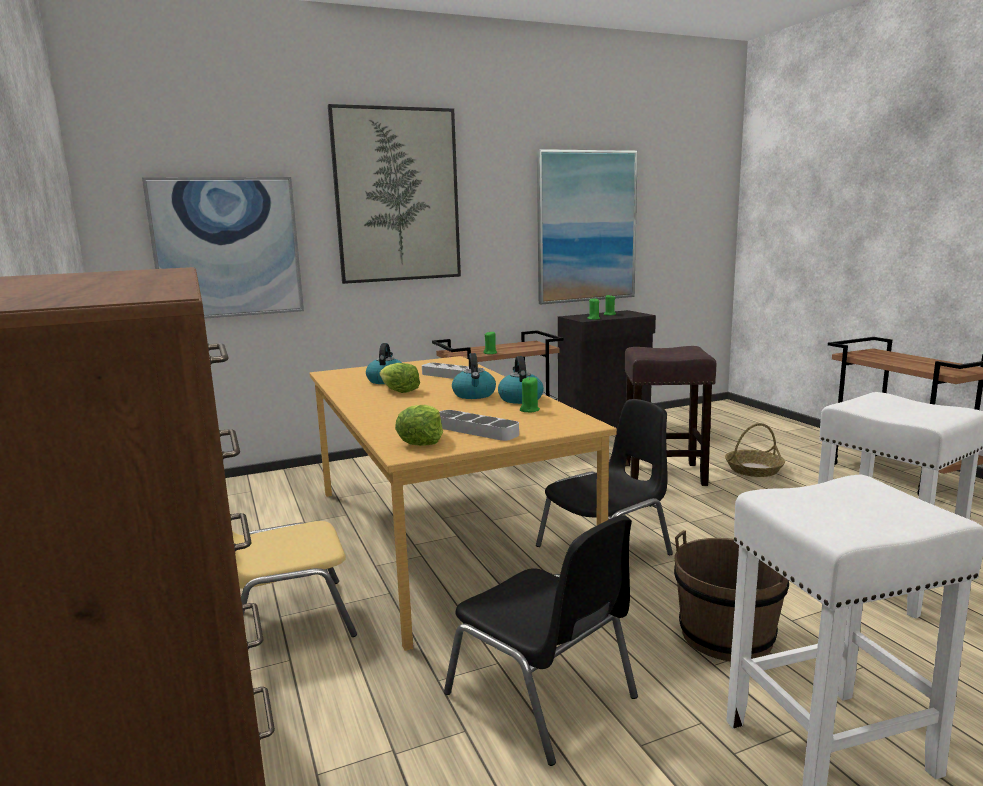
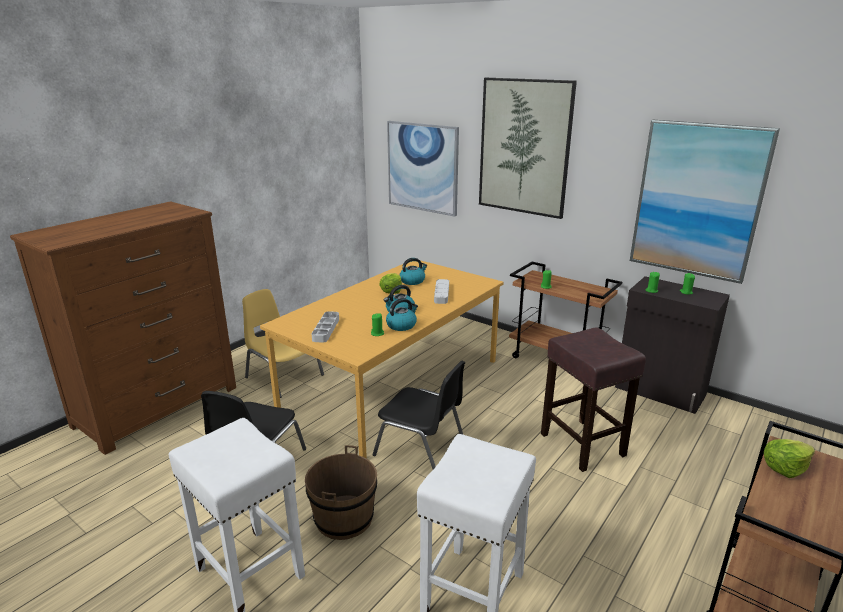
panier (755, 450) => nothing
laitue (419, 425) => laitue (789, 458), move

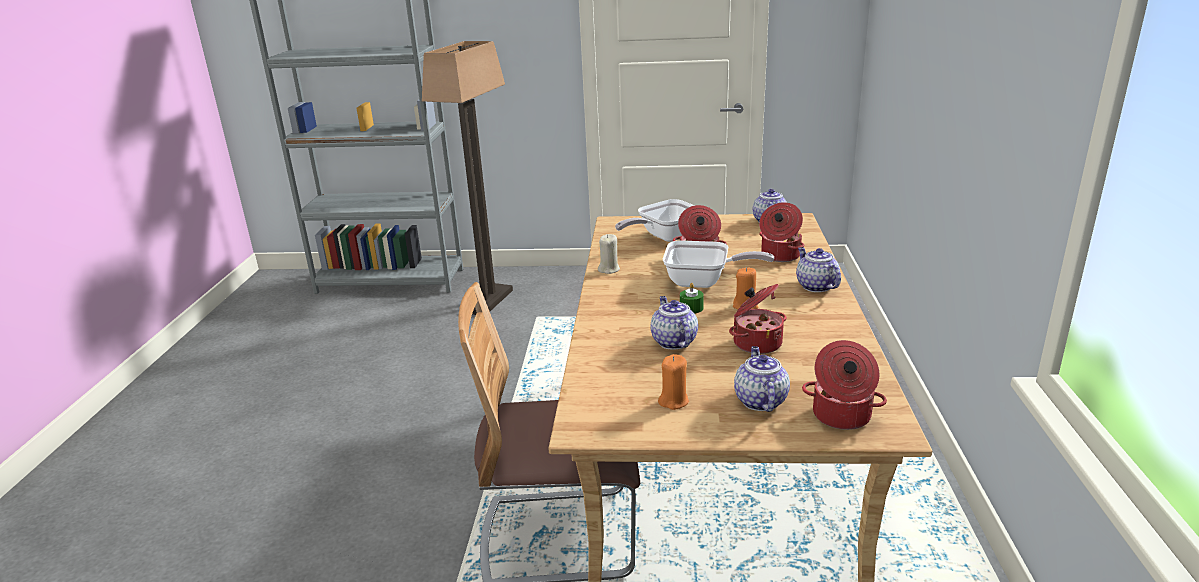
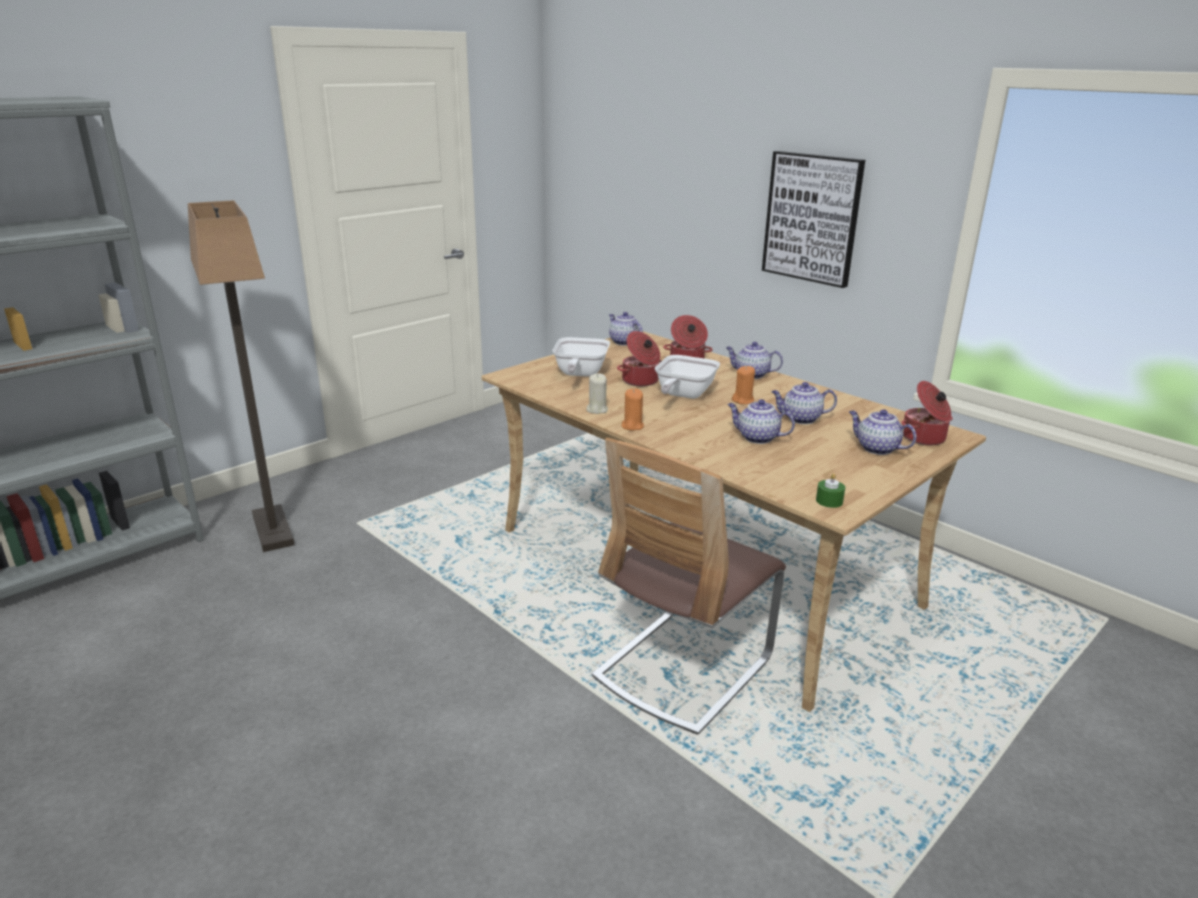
nothing => tableau (813, 219)
bougie [orange] (673, 382) => bougie [orange] (632, 409), move
bougie [vert] (692, 298) => bougie [vert] (830, 490), move
marmite (758, 319) => théière (804, 403)
poêle (718, 264) => poêle (687, 377), 150 degrees clockwise

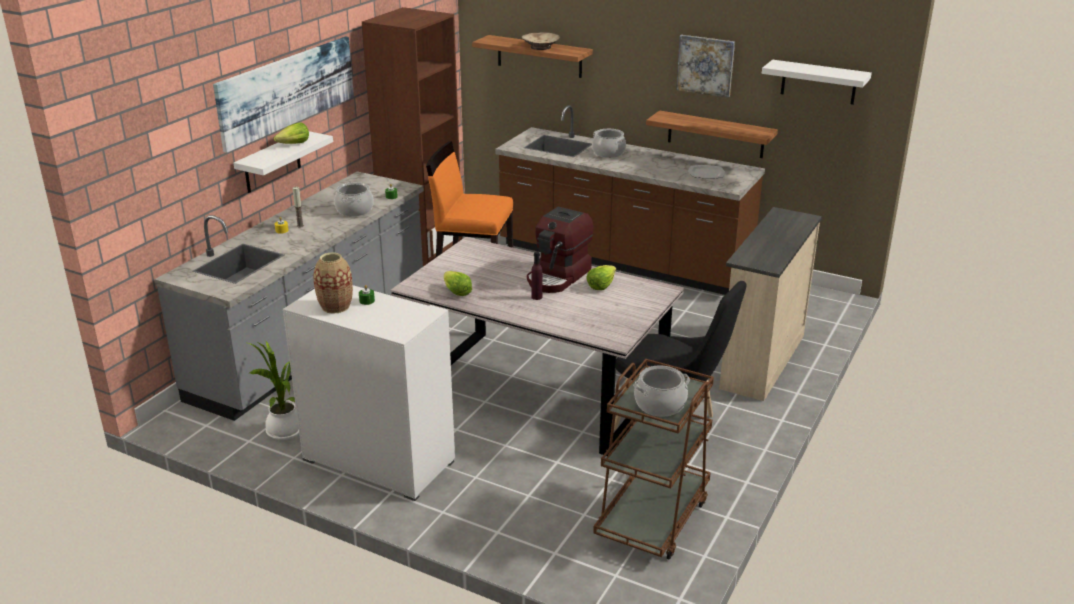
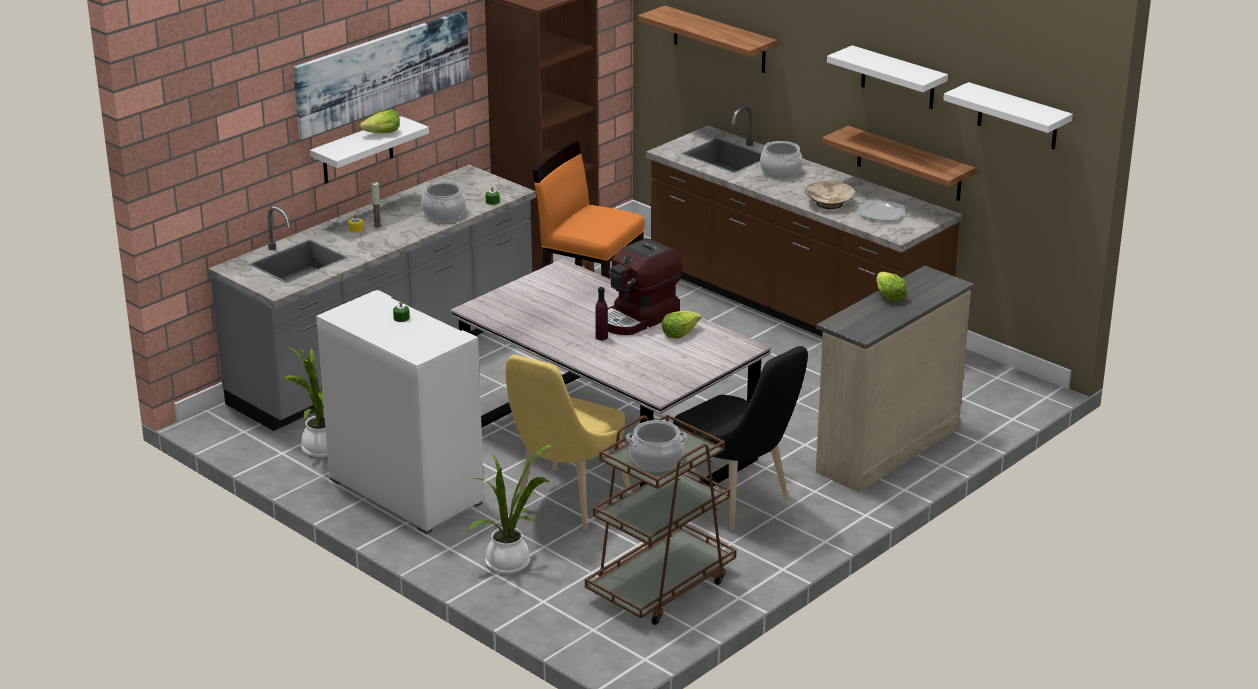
vase (333, 283) => nothing
nothing => plante en pot (510, 509)
nothing => chaise [jaune] (569, 442)
laitue (458, 283) => laitue (892, 286), move
bol [beige] (541, 41) => bol [beige] (830, 195), move
tableau (705, 66) => étagère [blanc] (887, 77)

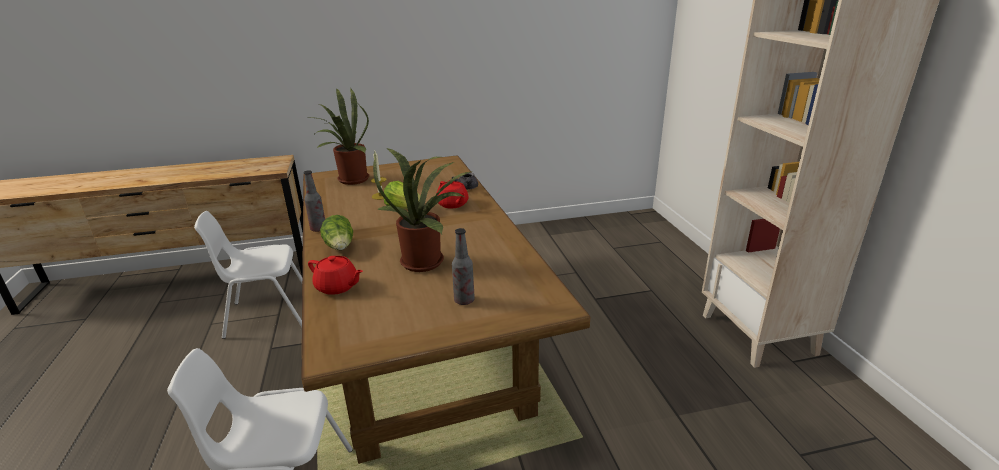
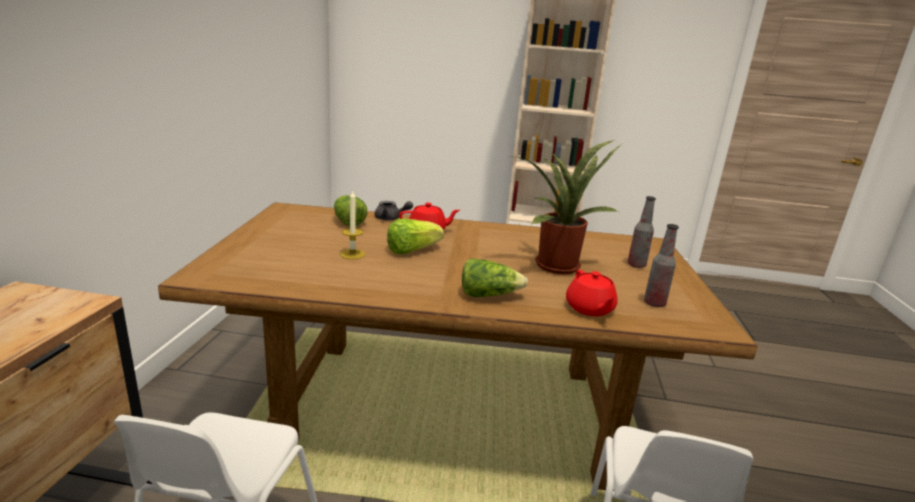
plante en pot (342, 136) => nothing
nothing => laitue (350, 210)
bouteille (314, 201) => bouteille (661, 265), move
théière [rouge] (335, 275) => théière [rouge] (592, 293), 120 degrees clockwise

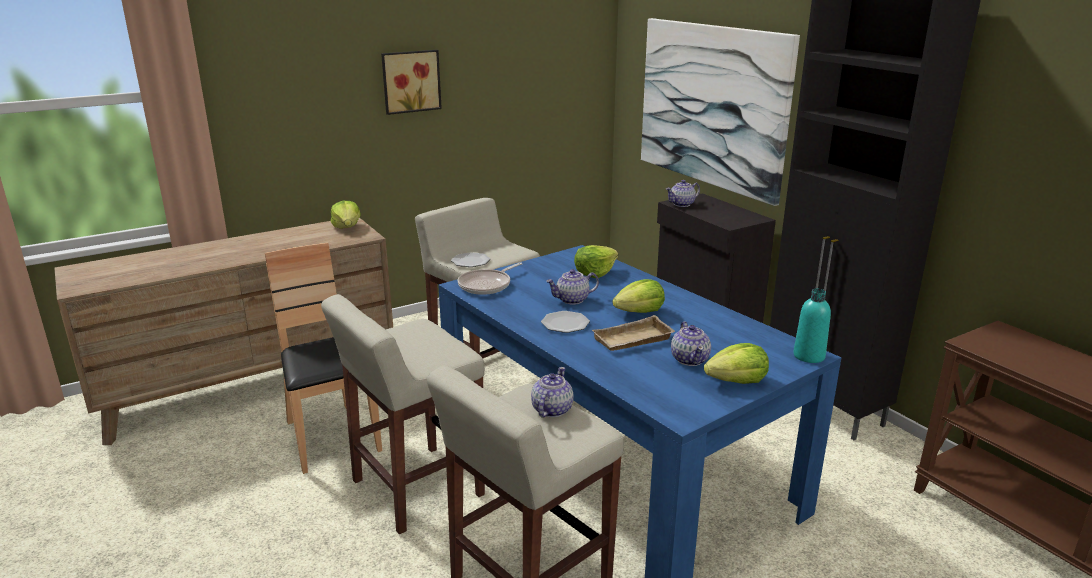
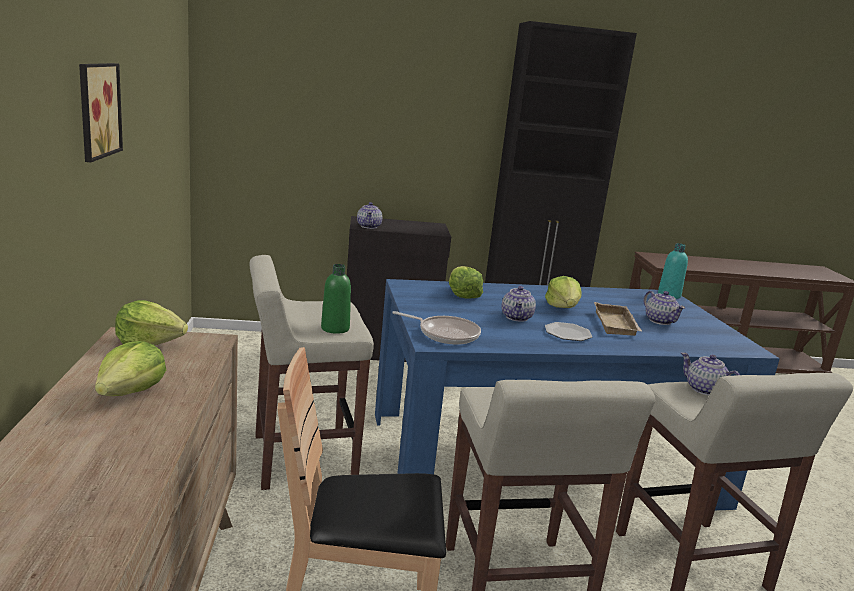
tableau (720, 112) => nothing
laitue (736, 363) => laitue (130, 368), move
assiette (470, 259) => bouteille [vert] (336, 299)
poêle (490, 278) => poêle (436, 328), 45 degrees counterclockwise
théière (691, 343) => théière (664, 308), 45 degrees clockwise

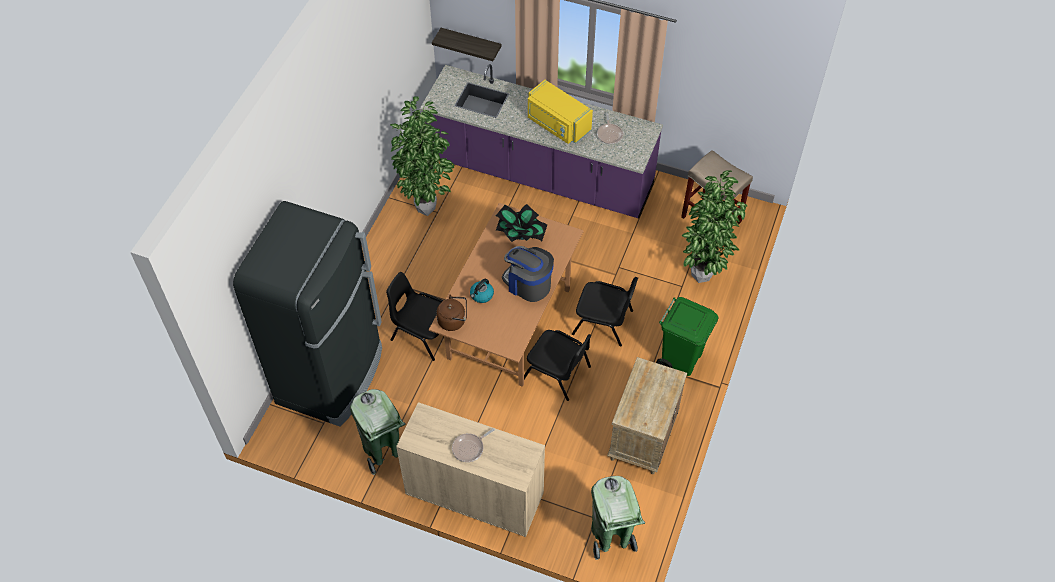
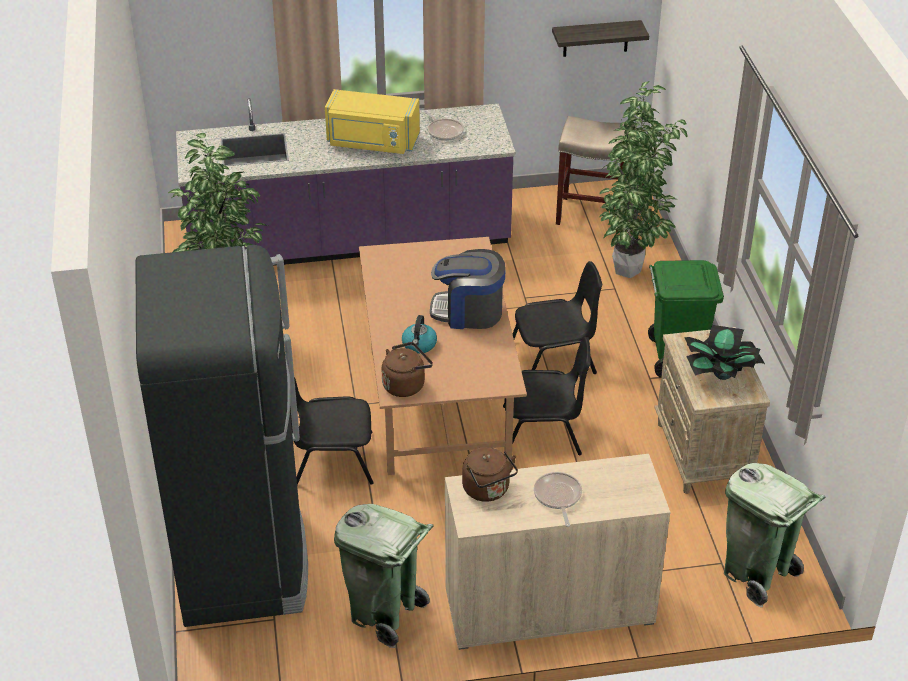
nothing => bouilloire [marron] (490, 474)
étagère (466, 44) => étagère (600, 38), move
plante en pot (521, 223) => plante en pot (725, 352), move
poêle (473, 445) => poêle (558, 499), 150 degrees clockwise

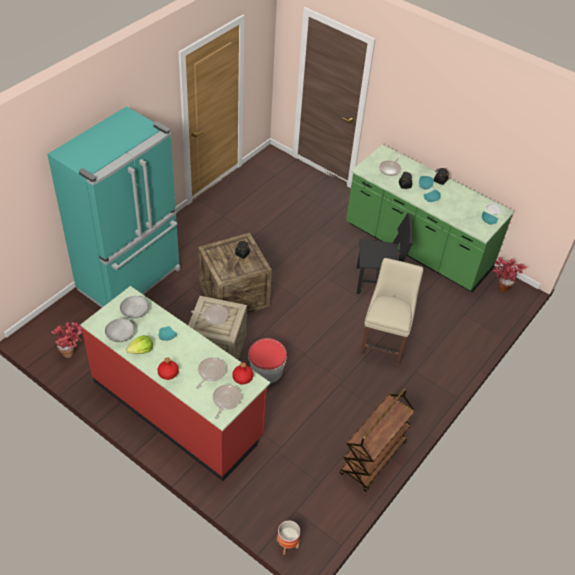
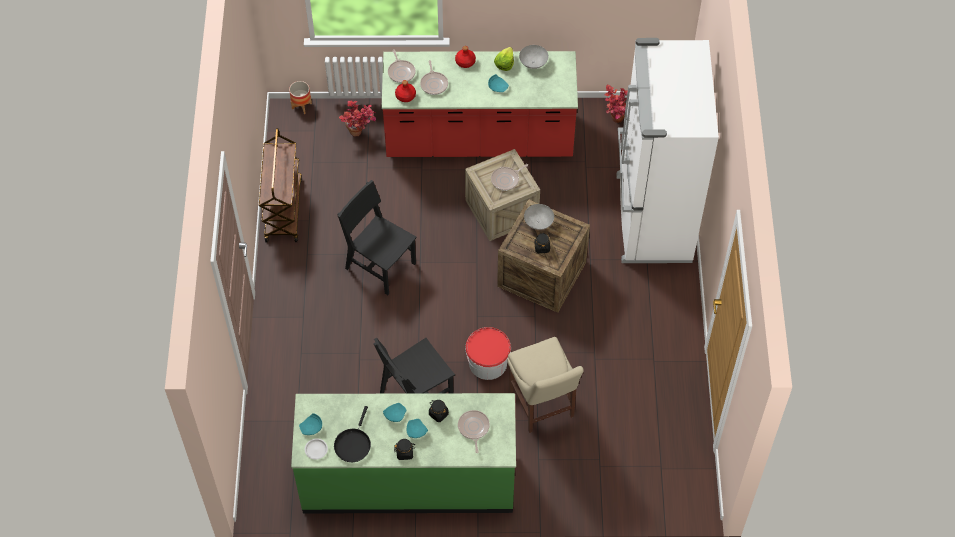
nothing => poêle [noir] (352, 434)
nothing => chaise [noir] (377, 237)
bol [gris] (134, 307) => bol [gris] (539, 217), move
seau (267, 360) => seau (488, 353), move
chaise [beige] (391, 311) => chaise [beige] (545, 385), move
plante en pot (510, 275) => plante en pot (357, 119), move
réfrigérateur [turquoise] (113, 207) => réfrigérateur [blanc] (667, 150)

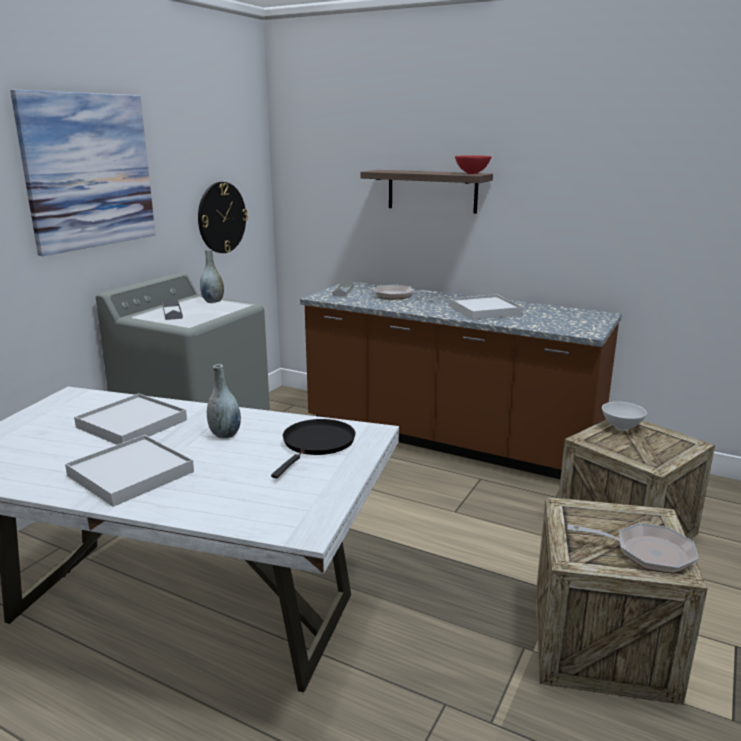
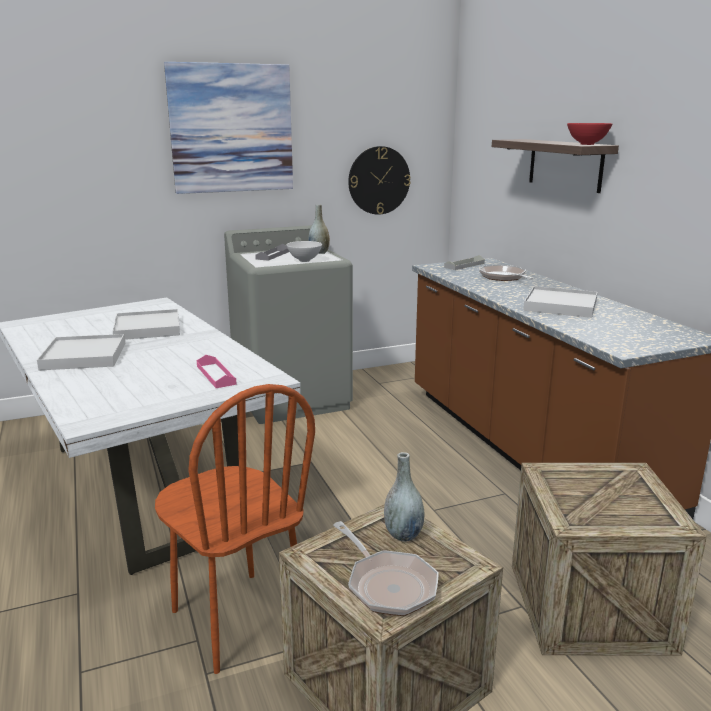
nothing => chaise [marron] (235, 529)
vase [gris] (224, 401) => vase [gris] (404, 497), move
bol [blanc] (624, 416) => bol [blanc] (304, 251), move
poêle [noir] (313, 449) => plateau [rose] (217, 371)

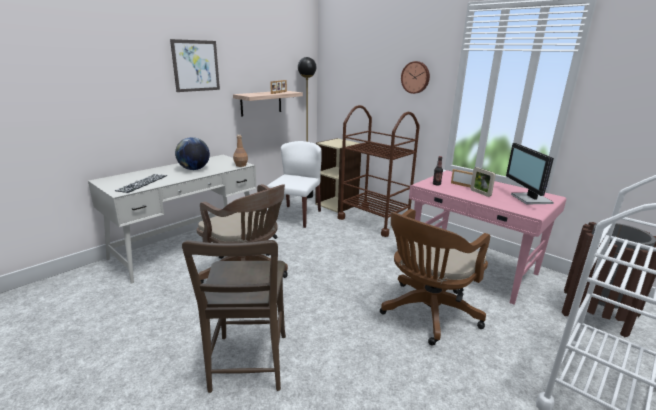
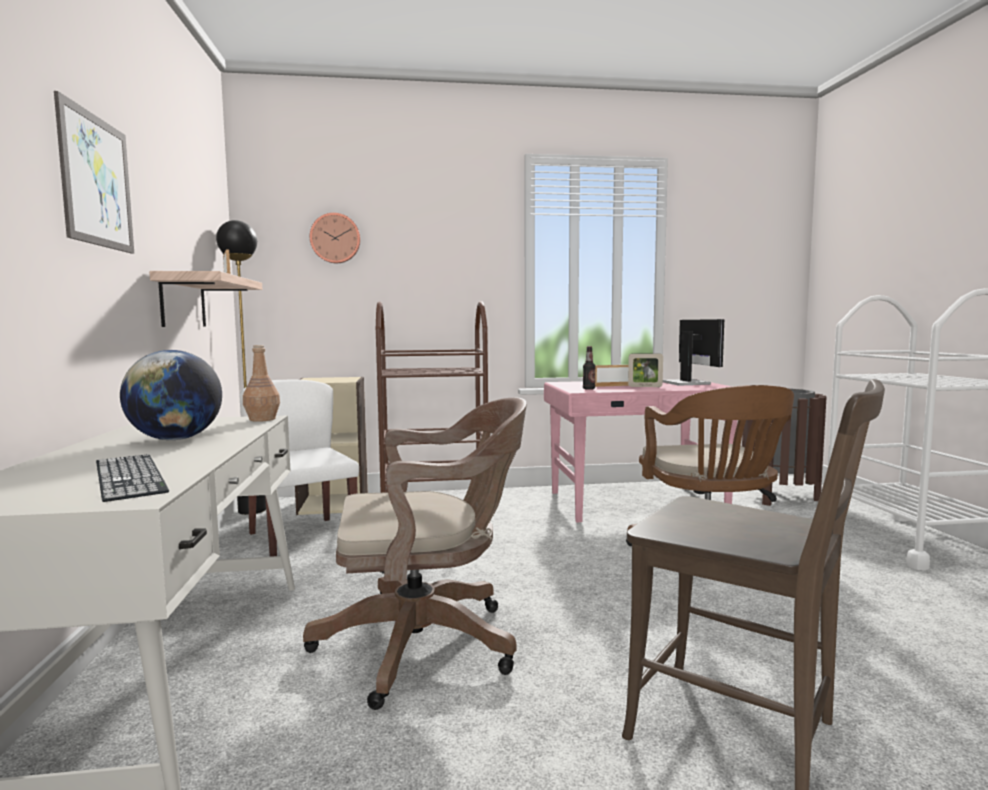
horloge murale (415, 77) => horloge murale (335, 238), move
écran d'ordinateur (530, 174) => écran d'ordinateur (693, 352), 135 degrees counterclockwise

